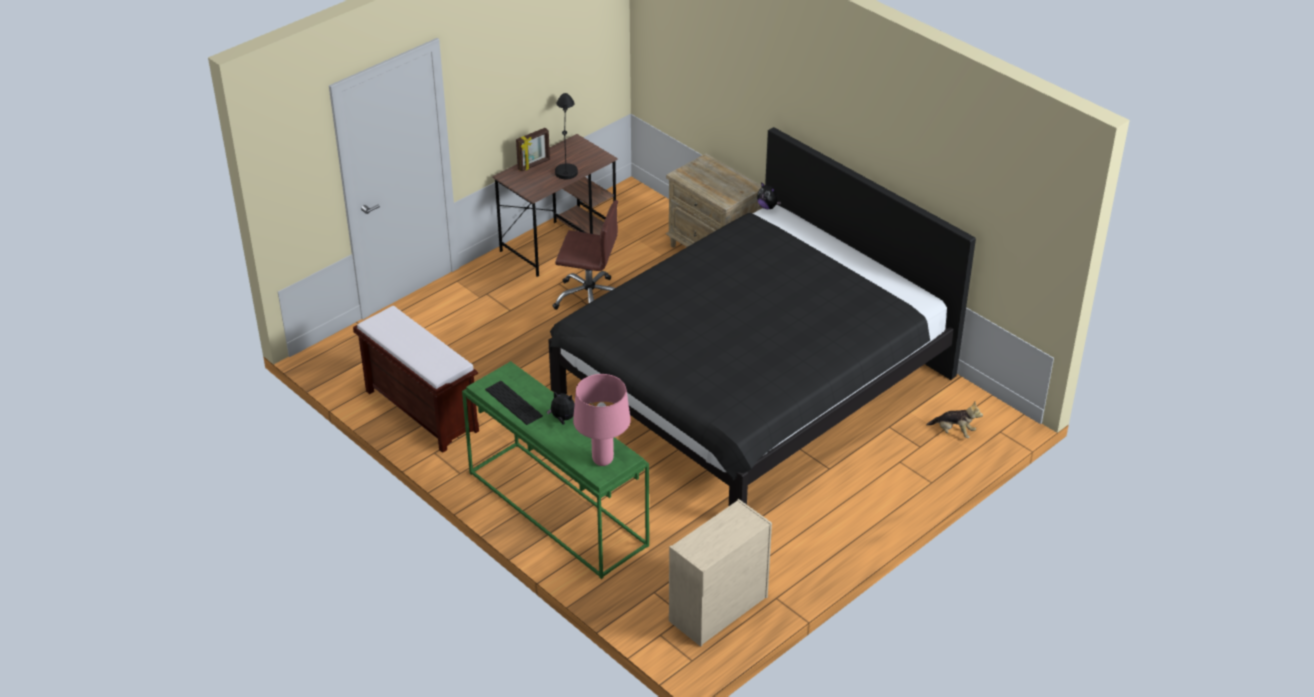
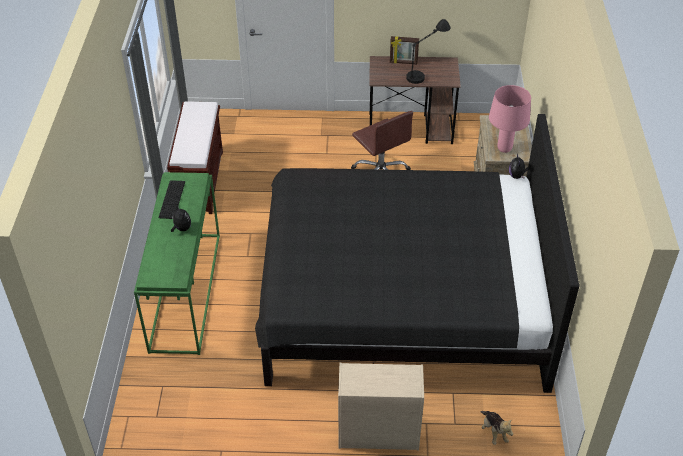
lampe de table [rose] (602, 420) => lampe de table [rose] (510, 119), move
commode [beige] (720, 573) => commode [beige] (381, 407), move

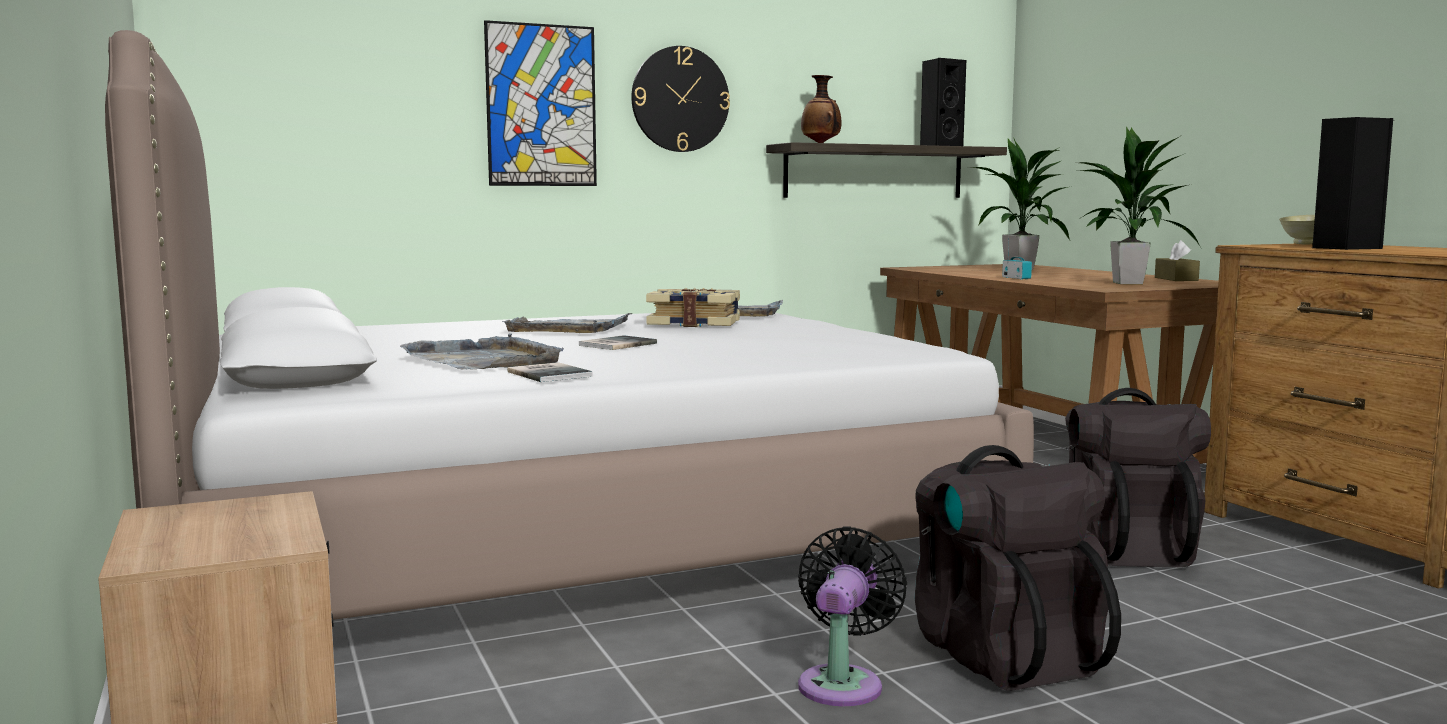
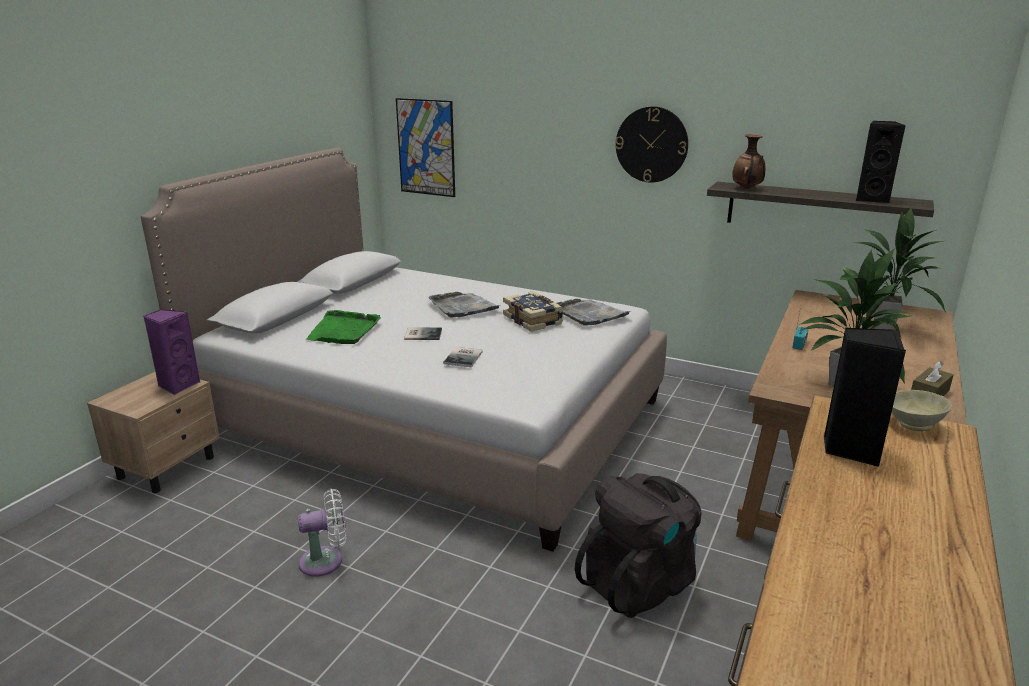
sac à dos [noir] (1018, 568) => nothing
nothing => enceinte [violet] (171, 352)
tableau (540, 103) => tableau (425, 147), move
livre (550, 372) => livre (463, 357), move
plateau [gris] (482, 352) => plateau [vert] (343, 327)
ventilateur [noir] (852, 616) => ventilateur [blanc] (322, 533)

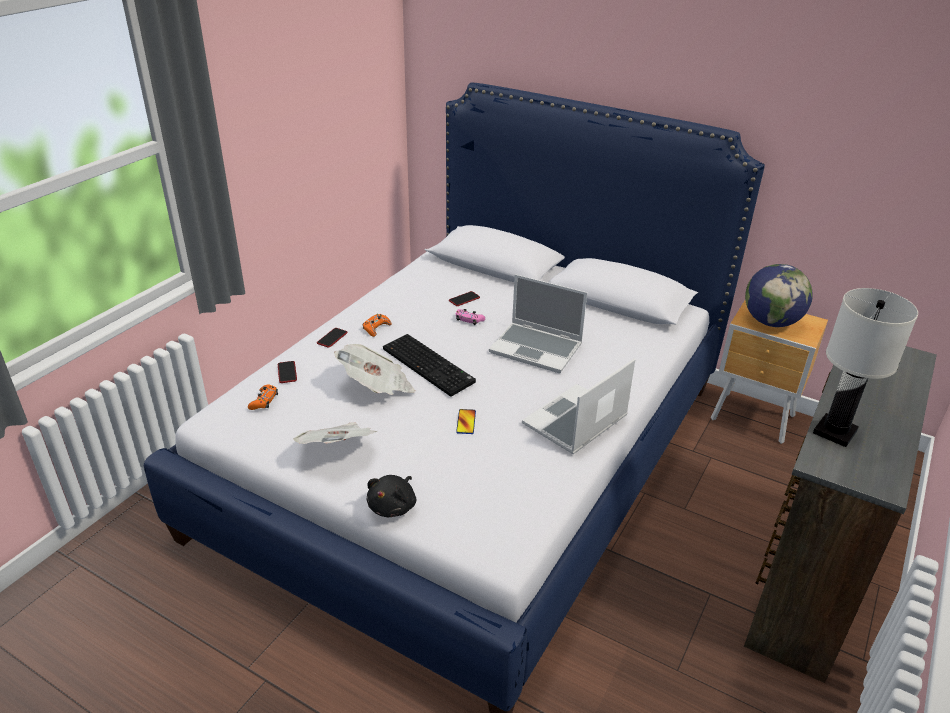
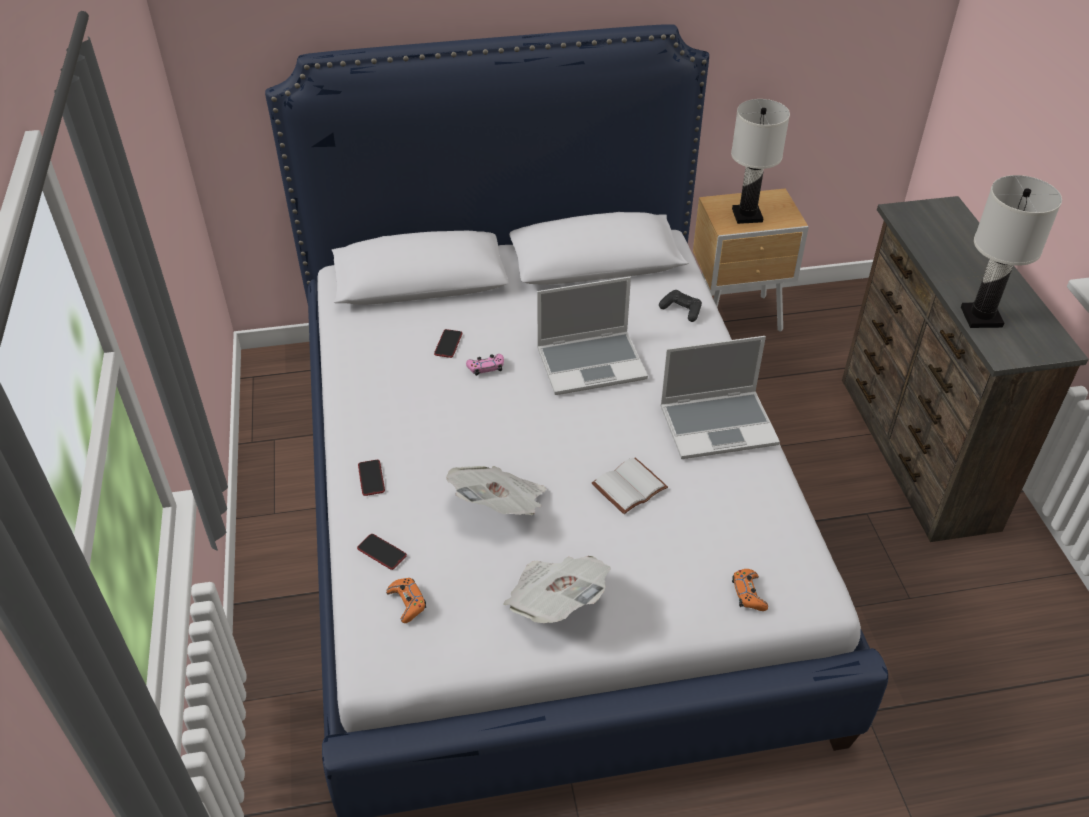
peluche [noir] (391, 496) => nothing
clavier (429, 365) => nothing
nothing => manette [noir] (680, 306)
manette [orange] (376, 325) => manette [orange] (750, 590), move
téléphone (466, 421) => livre [blanc] (630, 486)
globe (779, 295) => lampe de table [blanc] (760, 161)
ordinateur portable (578, 406) => ordinateur portable (720, 397), 105 degrees counterclockwise

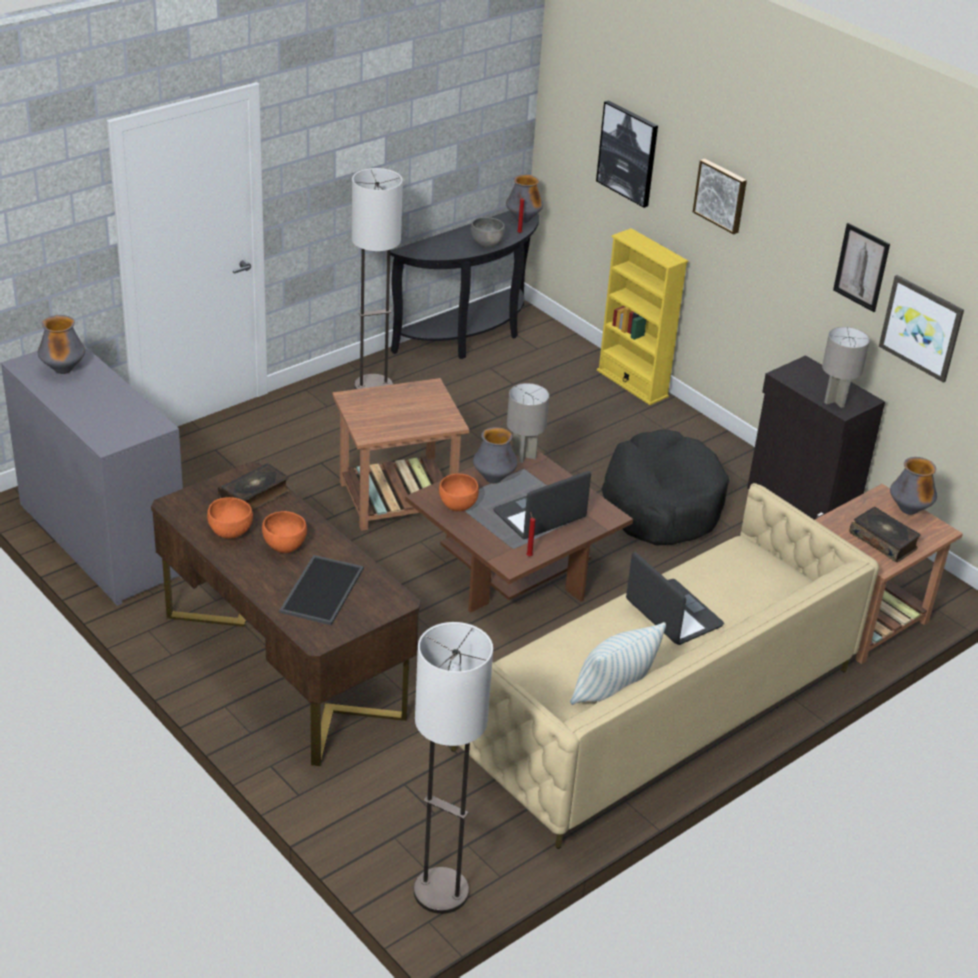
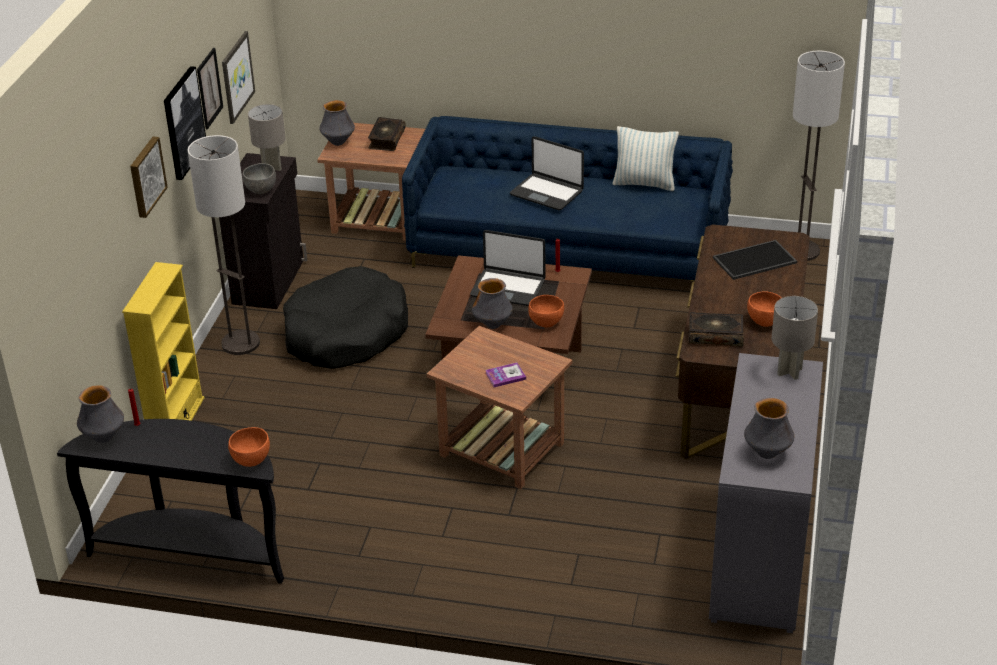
nothing => livre (505, 374)
bol [orange] (284, 532) => bol [orange] (249, 447), move
lampadaire (377, 278) => lampadaire (224, 245), move
bol [gris] (488, 232) => bol [gris] (259, 178), move
lampe de table [gris] (528, 423) => lampe de table [gris] (795, 338), move
tableau (627, 154) => tableau (185, 123), move
canapé [beige] (665, 666) => canapé [bleu] (567, 198)
ordinateur portable (675, 598) => ordinateur portable (547, 173), 75 degrees counterclockwise

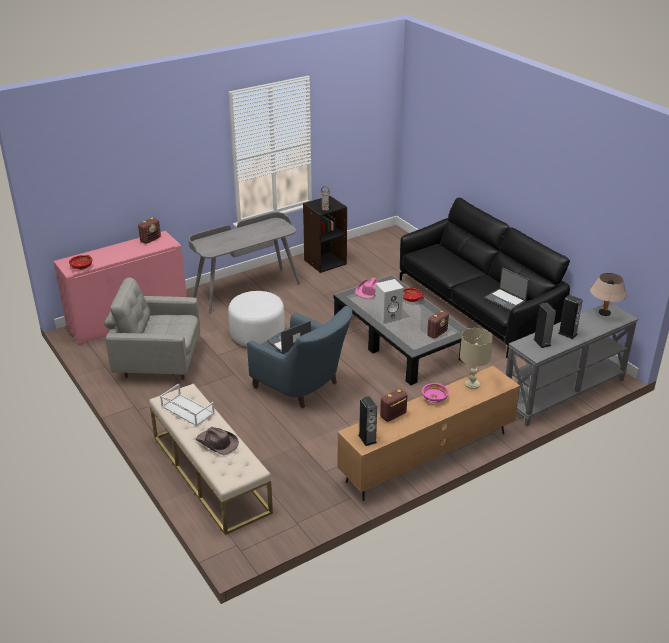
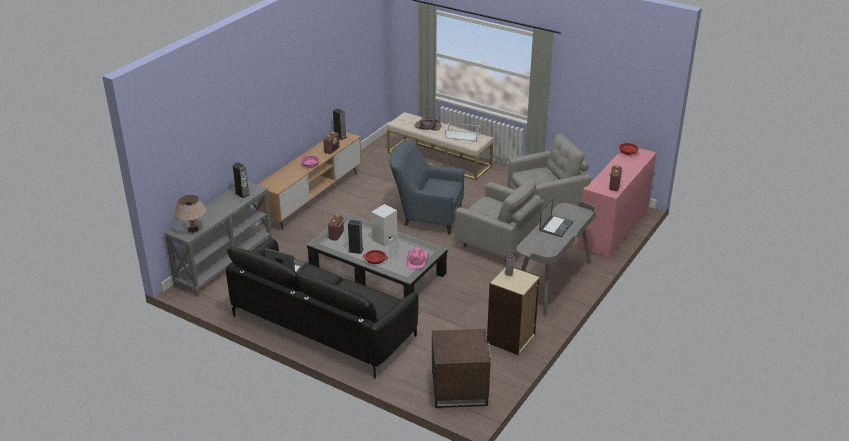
lampe de table [beige] (476, 358) => nothing
nothing => table d'appoint [marron] (462, 368)
ordinateur portable (289, 337) => ordinateur portable (556, 217), move
enceinte (570, 317) => enceinte (356, 237), move
pouf [blanc] (256, 319) => fauteuil [gris] (499, 221)
bibliothèque [noir] (325, 234) => bibliothèque [beige] (513, 311)

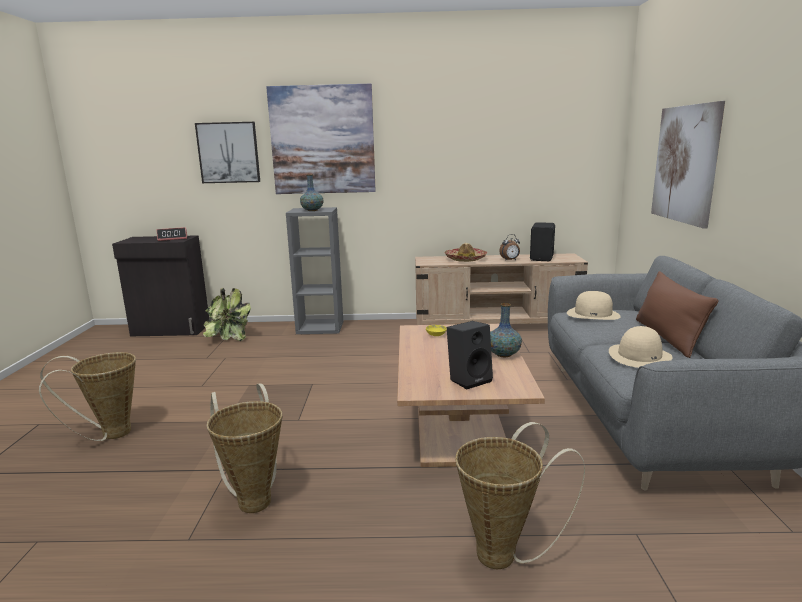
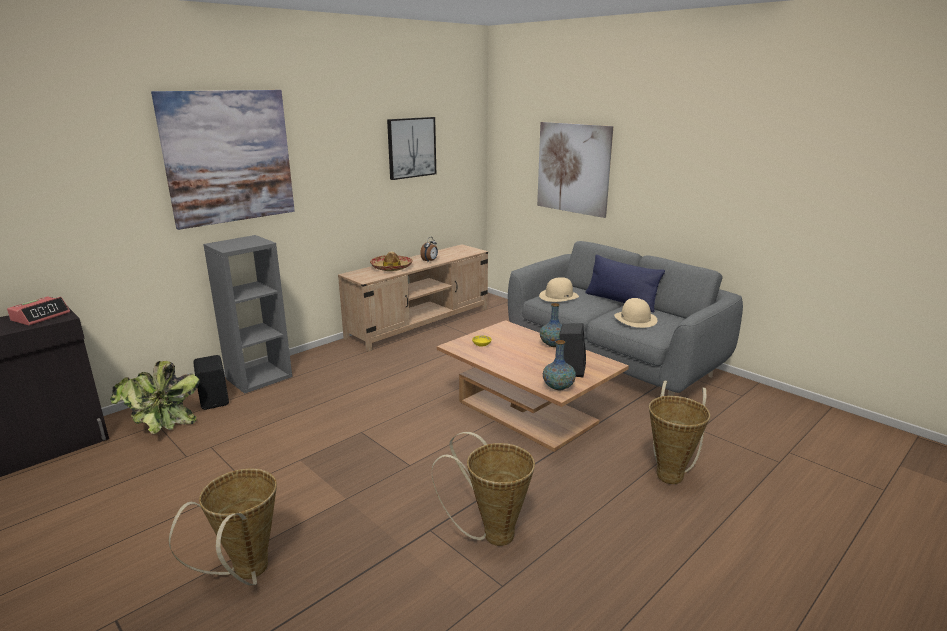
tableau (227, 152) => tableau (411, 148), move
vase (312, 192) => vase (559, 365), move
enceinte [noir] (542, 241) => enceinte [noir] (211, 382), move
coussin [marron] (677, 314) => coussin [bleu] (625, 283)

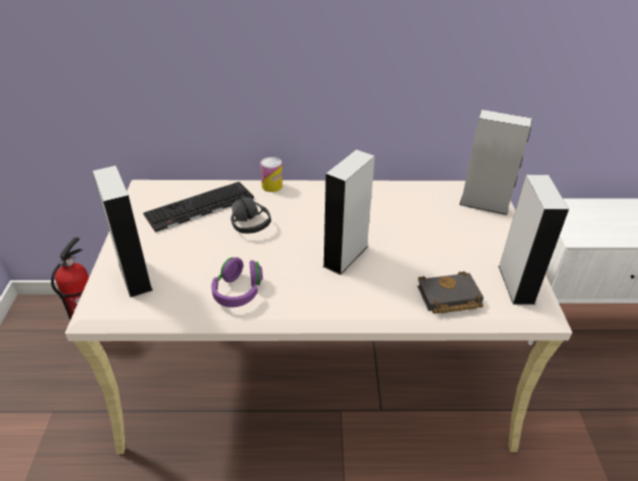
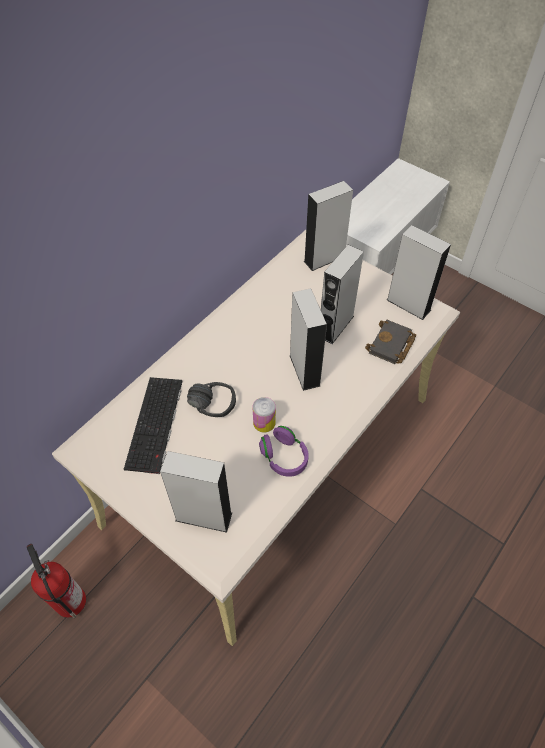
nothing => enceinte [gris] (342, 294)
boîte métallique (271, 174) => boîte métallique (264, 414), move

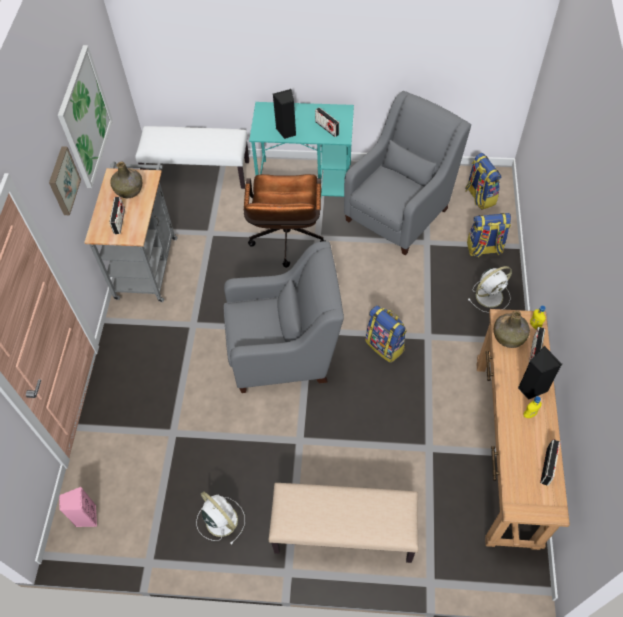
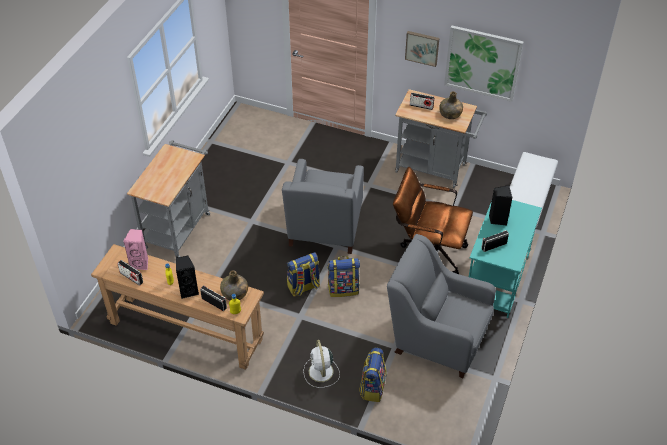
ventilateur [blanc] (220, 517) => nothing
enceinte [rose] (78, 507) => enceinte [rose] (135, 249), move
sac à dos (483, 181) => sac à dos (344, 276), move
banc [beige] (344, 523) => chariot [gris] (168, 199)
fauteuil [gris] (407, 173) => fauteuil [gris] (441, 306), 150 degrees clockwise

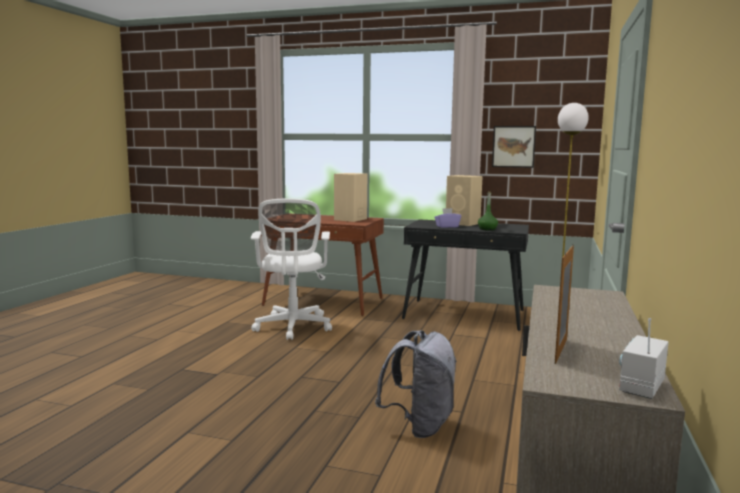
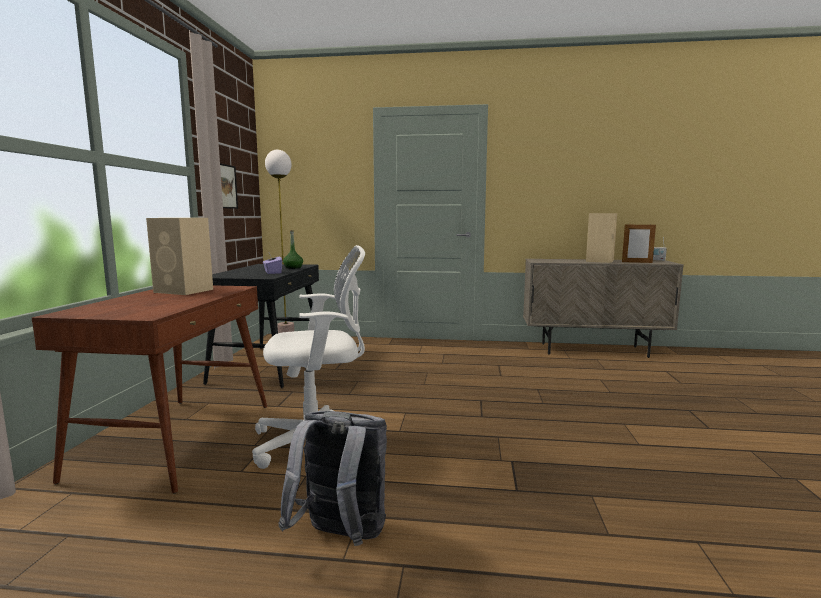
sac à dos [gris] (416, 384) => sac à dos [gris] (333, 478), move
enceinte [beige] (464, 200) => enceinte [beige] (601, 238), move

